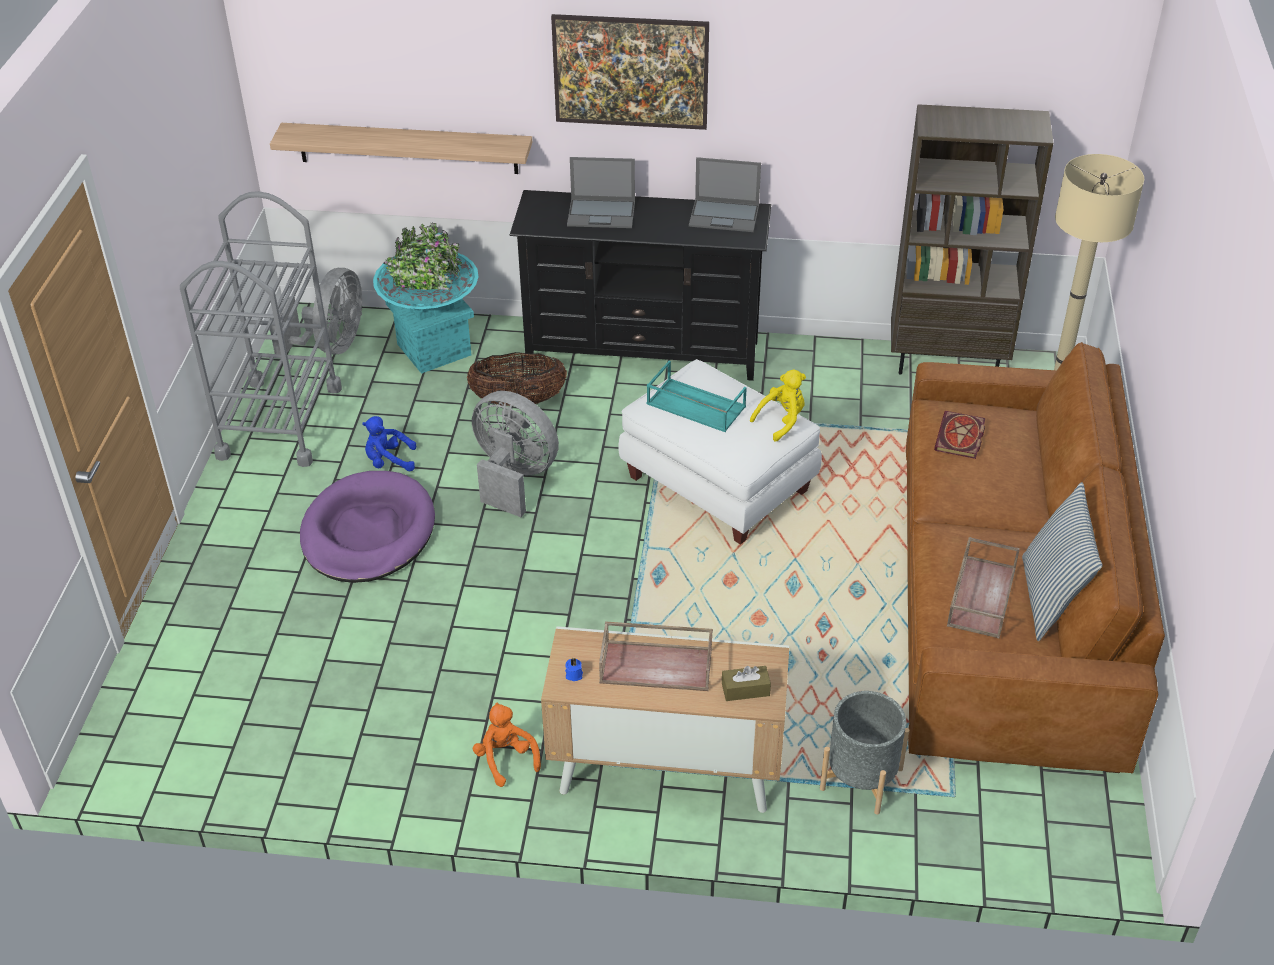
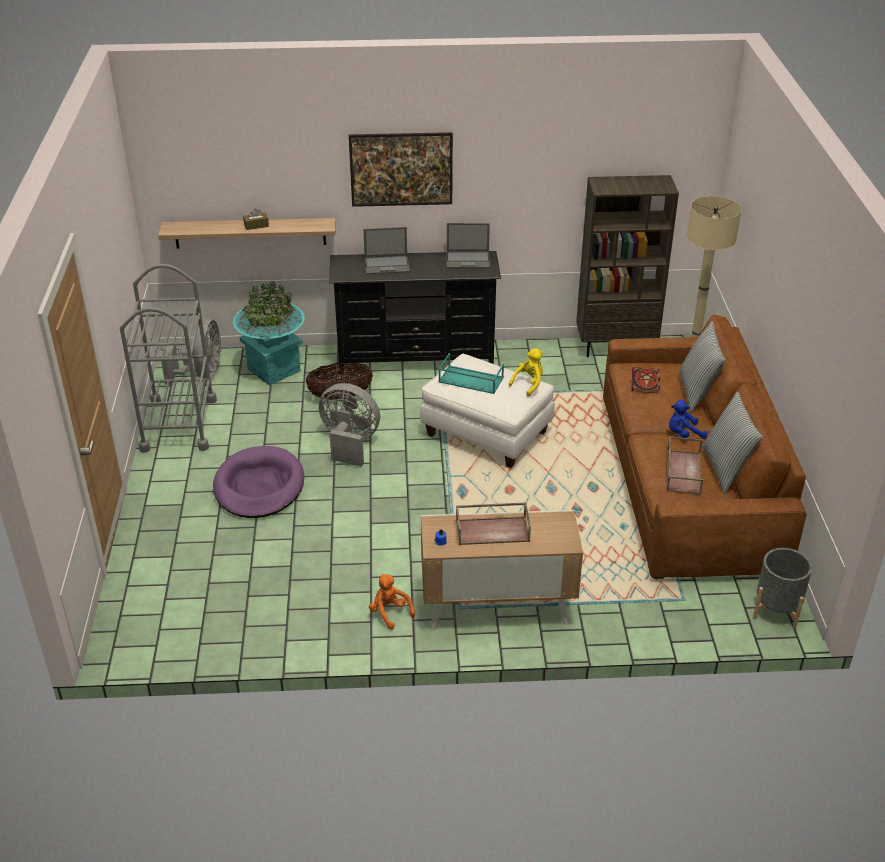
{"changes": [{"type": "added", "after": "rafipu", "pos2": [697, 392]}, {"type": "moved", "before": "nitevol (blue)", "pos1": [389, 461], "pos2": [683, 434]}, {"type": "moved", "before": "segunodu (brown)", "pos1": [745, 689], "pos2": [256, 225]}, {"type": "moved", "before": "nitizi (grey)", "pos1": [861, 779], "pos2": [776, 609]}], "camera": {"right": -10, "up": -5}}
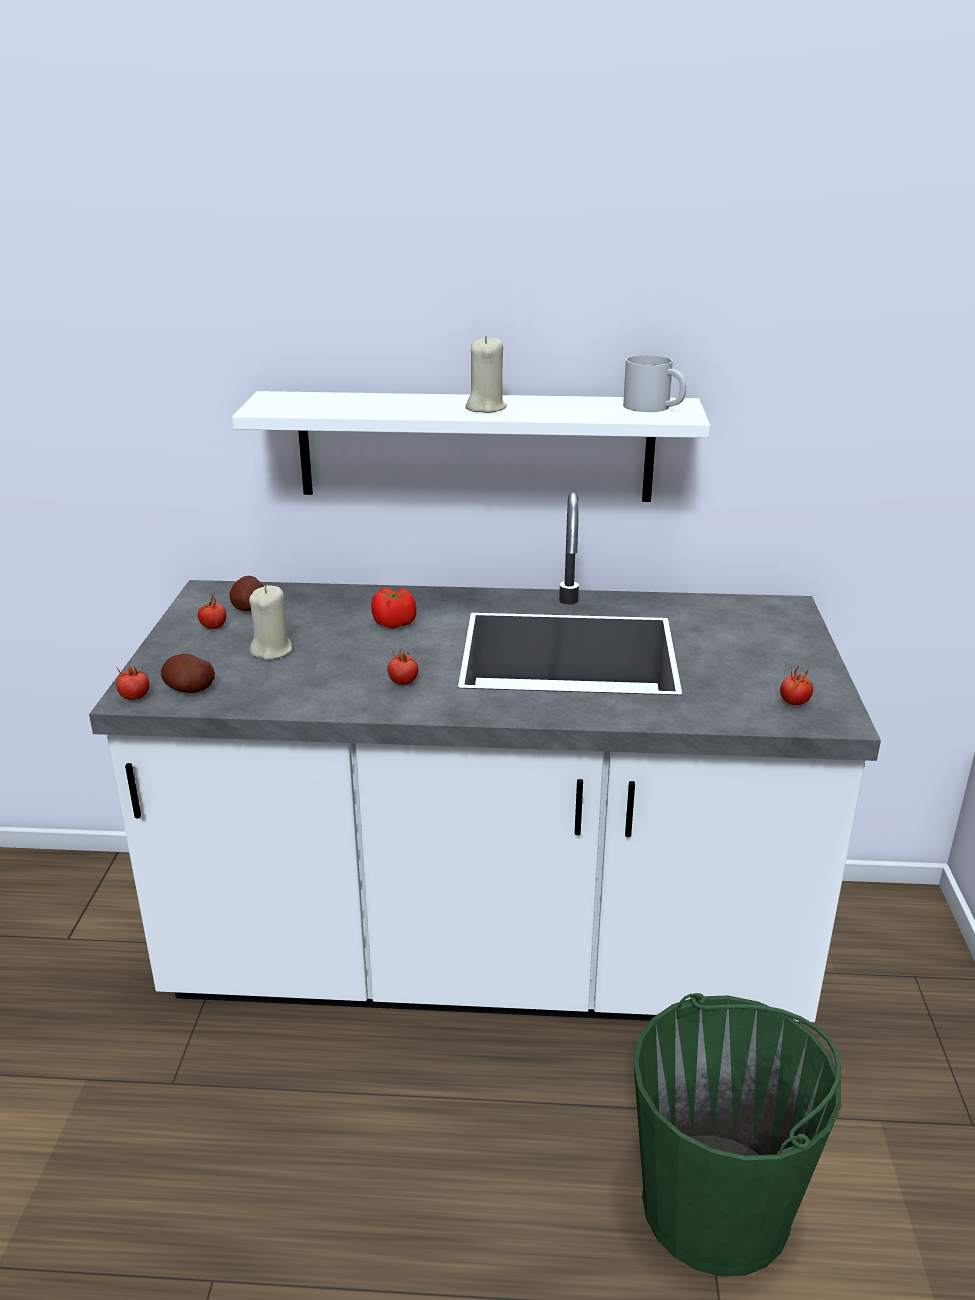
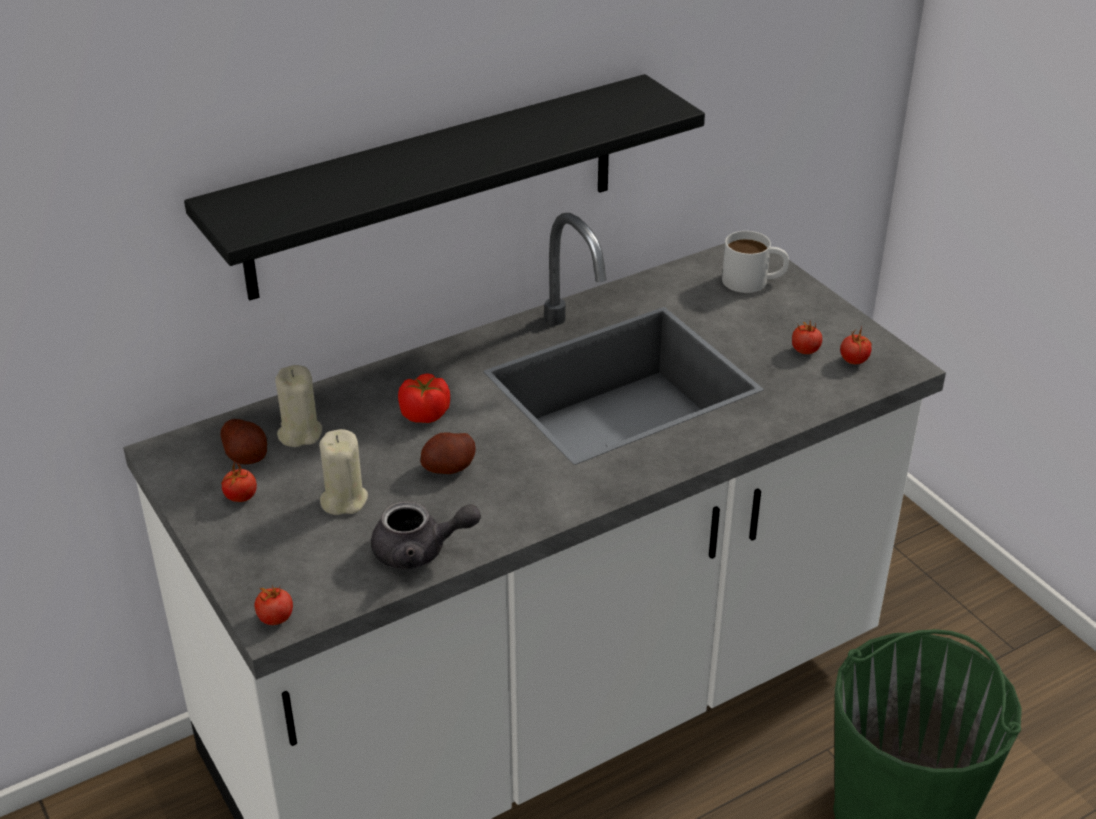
{"changes": [{"type": "added", "after": "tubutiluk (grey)", "pos2": [420, 551]}, {"type": "moved", "before": "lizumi", "pos1": [189, 689], "pos2": [449, 468]}, {"type": "moved", "before": "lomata", "pos1": [403, 682], "pos2": [805, 350]}, {"type": "moved", "before": "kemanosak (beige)", "pos1": [486, 408], "pos2": [299, 433]}, {"type": "moved", "before": "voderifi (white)", "pos1": [654, 407], "pos2": [754, 281]}, {"type": "recoloured", "before": "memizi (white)", "after": "memizi (black)", "pos1": [475, 446], "pos2": [434, 187]}], "camera": {"right": -35, "up": 10}}
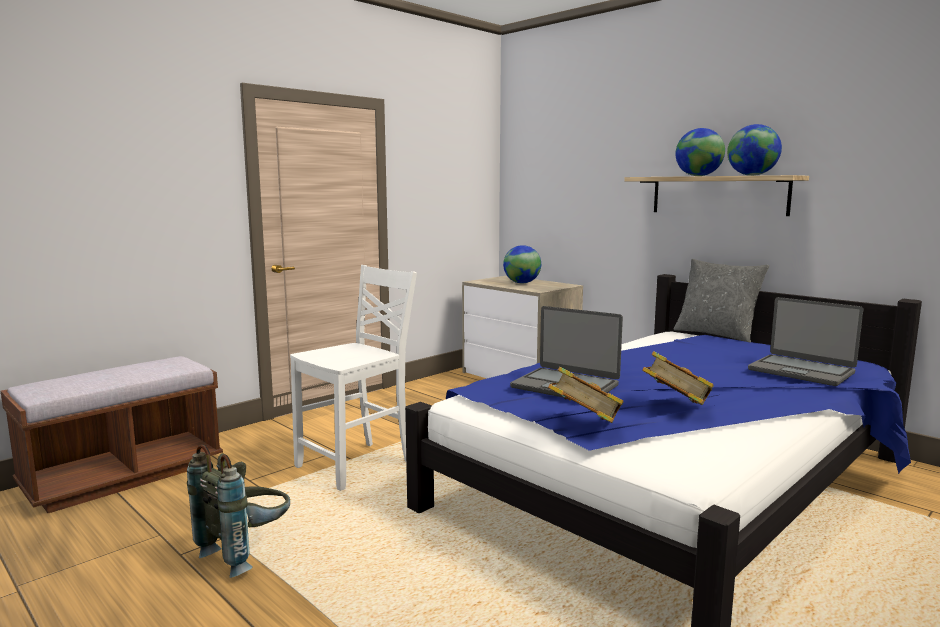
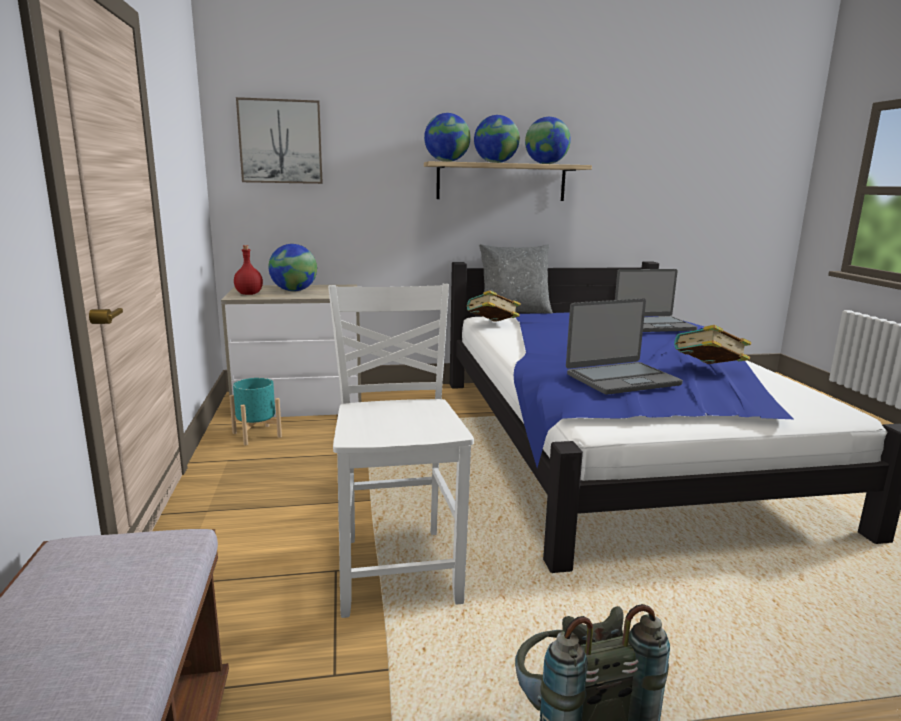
{"changes": [{"type": "added", "after": "nitizi (turquoise)", "pos2": [256, 435]}, {"type": "added", "after": "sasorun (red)", "pos2": [248, 294]}, {"type": "added", "after": "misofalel", "pos2": [280, 142]}, {"type": "added", "after": "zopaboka", "pos2": [447, 161]}, {"type": "moved", "before": "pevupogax", "pos1": [584, 425], "pos2": [492, 325]}], "camera": {"right": -55, "up": 5}}
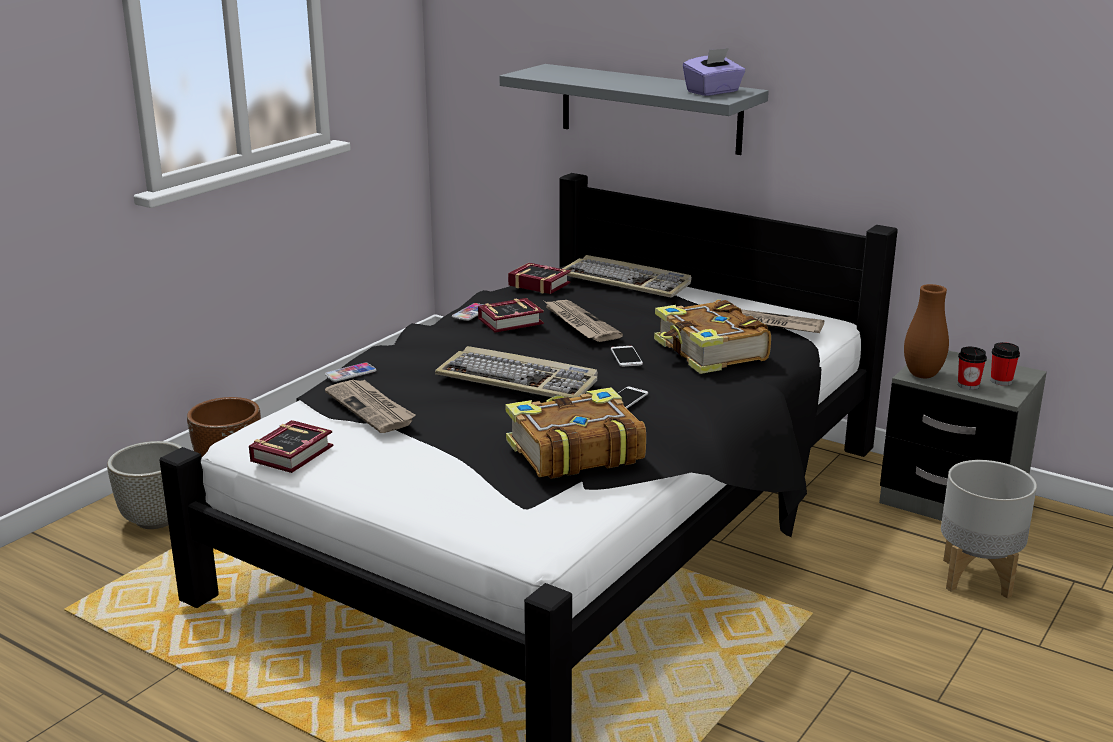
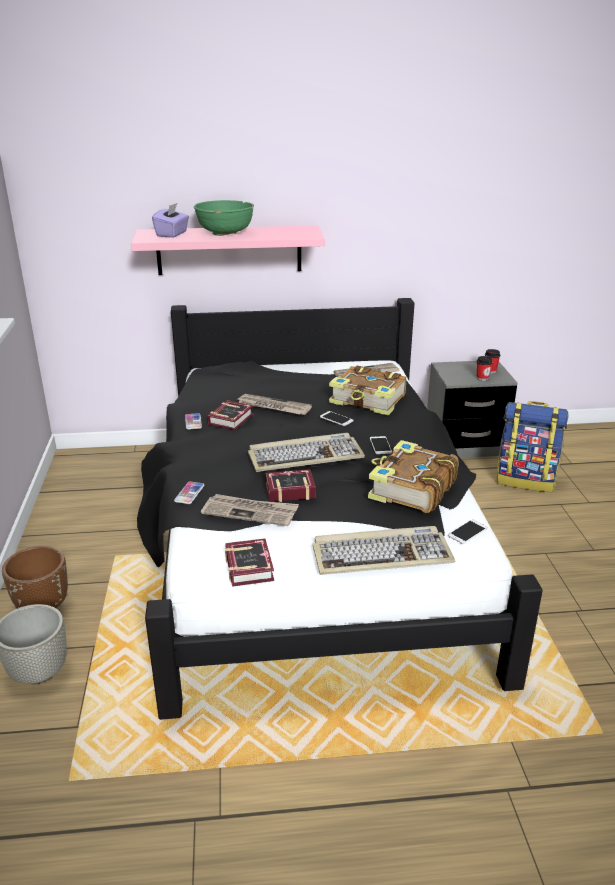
{"changes": [{"type": "removed", "before": "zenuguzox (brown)", "pos1": [922, 375]}, {"type": "added", "after": "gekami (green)", "pos2": [225, 233]}, {"type": "added", "after": "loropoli", "pos2": [467, 532]}, {"type": "moved", "before": "pevupogax", "pos1": [538, 283], "pos2": [288, 490]}, {"type": "moved", "before": "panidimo", "pos1": [627, 281], "pos2": [382, 554]}, {"type": "moved", "before": "segunodu (purple)", "pos1": [713, 92], "pos2": [172, 234]}, {"type": "replaced", "before": "nitizi (grey)", "after": "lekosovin", "pos1": [977, 578], "pos2": [525, 480]}, {"type": "recoloured", "before": "memizi (grey)", "after": "memizi (pink)", "pos1": [650, 108], "pos2": [229, 250]}], "camera": {"right": -40, "up": 5}}
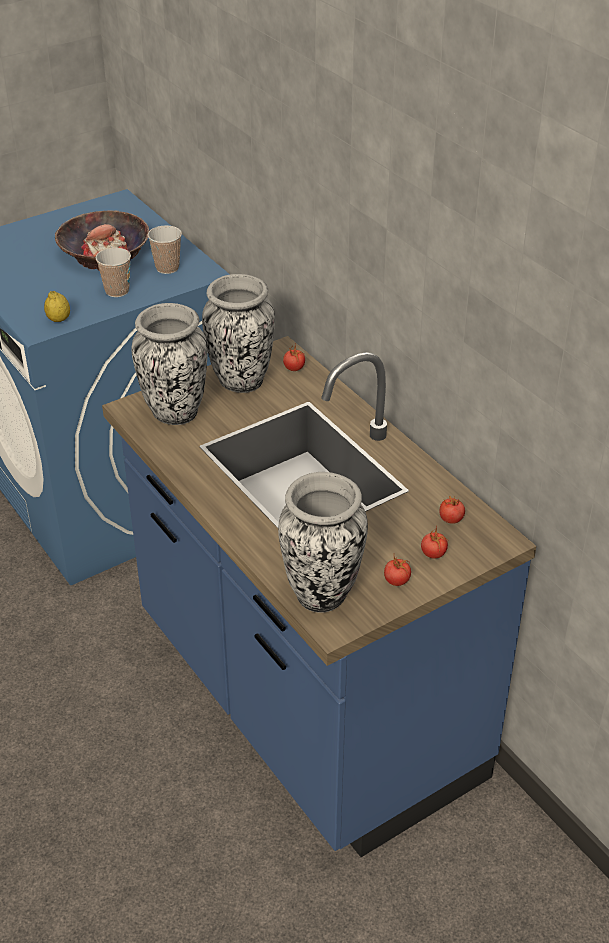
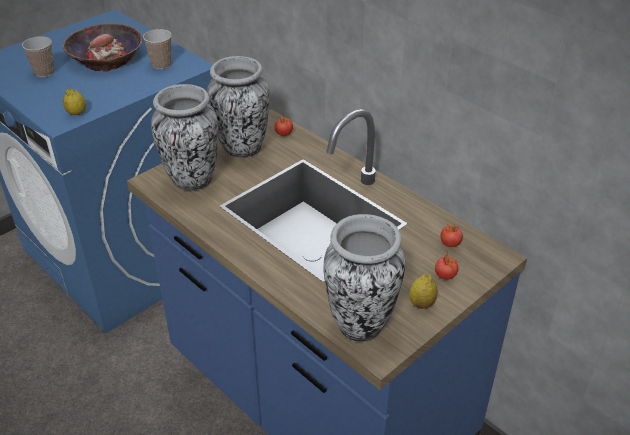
{"changes": [{"type": "moved", "before": "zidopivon", "pos1": [117, 291], "pos2": [44, 72]}, {"type": "replaced", "before": "lomata", "after": "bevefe", "pos1": [397, 581], "pos2": [422, 304]}], "camera": {"right": -10, "up": 0}}
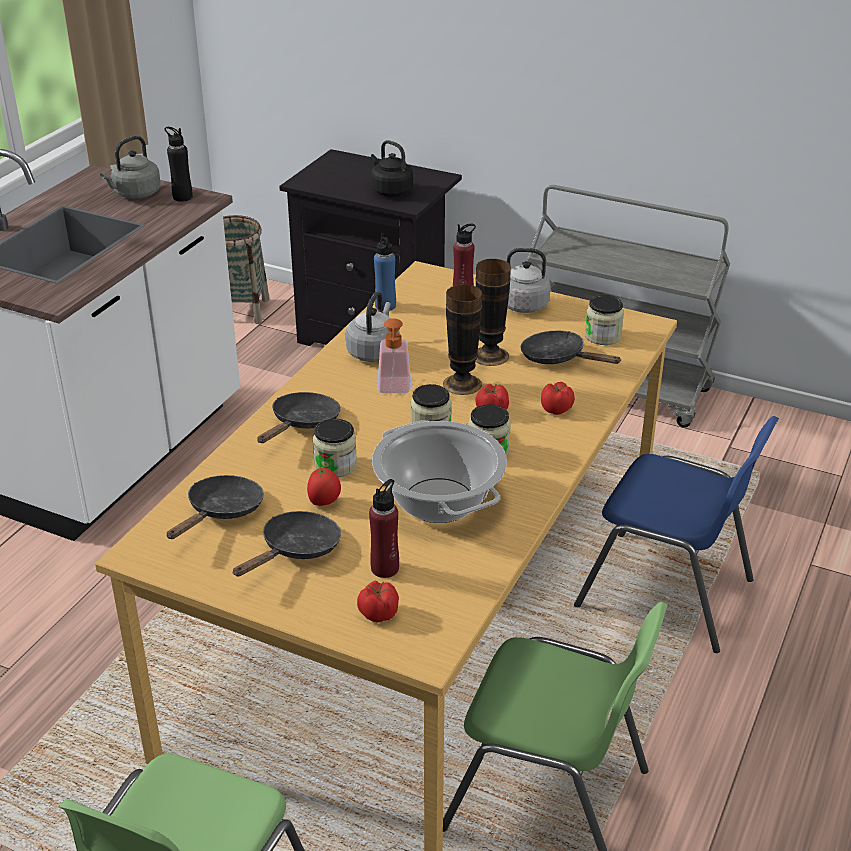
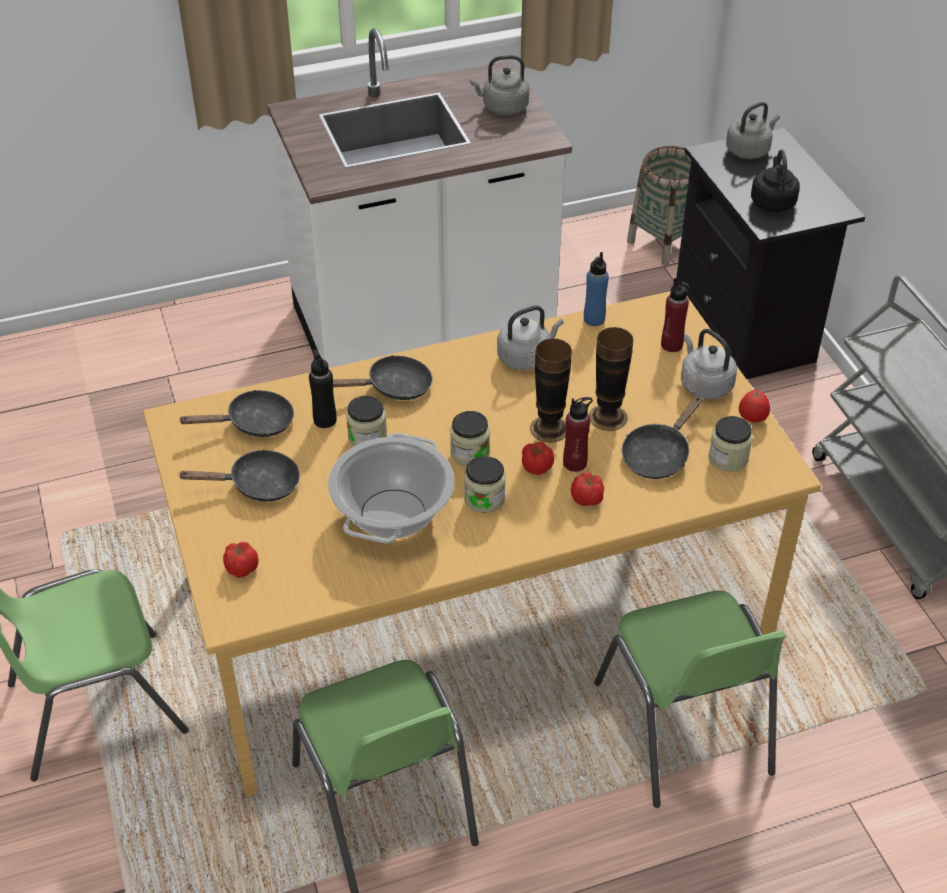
{"changes": [{"type": "removed", "before": "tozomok", "pos1": [394, 390]}, {"type": "added", "after": "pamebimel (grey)", "pos2": [749, 150]}, {"type": "moved", "before": "sasorun (black)", "pos1": [182, 197], "pos2": [325, 420]}, {"type": "moved", "before": "lomata", "pos1": [324, 502], "pos2": [752, 419]}, {"type": "moved", "before": "sasorun (red)", "pos1": [385, 568], "pos2": [575, 463]}, {"type": "recoloured", "before": "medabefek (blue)", "after": "medabefek (green)", "pos1": [667, 594], "pos2": [684, 730]}, {"type": "turned", "before": "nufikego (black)", "pos1": [558, 358], "pos2": [658, 454], "turn": -135}], "camera": {"right": 45, "up": 10}}
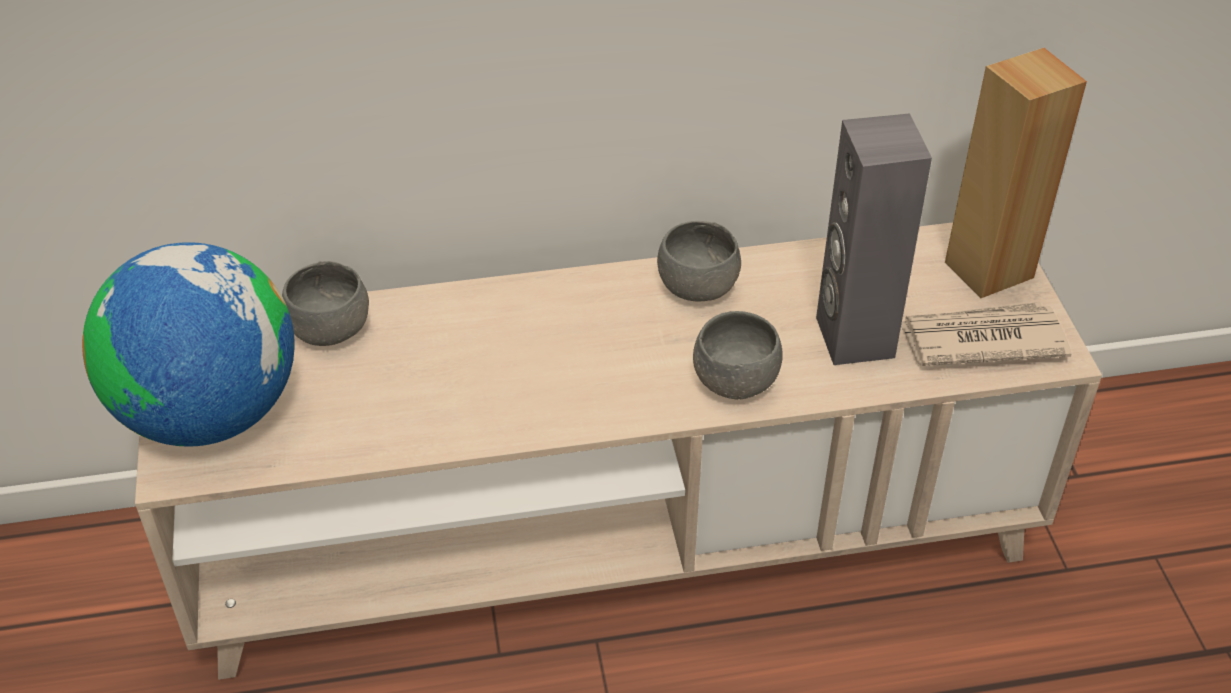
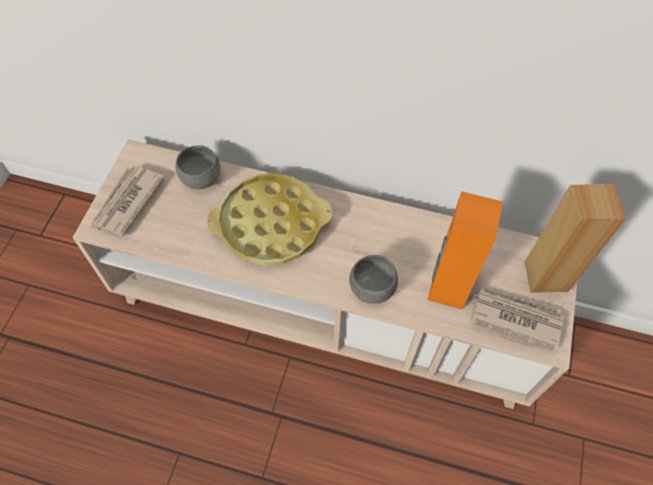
{"changes": [{"type": "removed", "before": "gekami (grey)", "pos1": [698, 287]}, {"type": "added", "after": "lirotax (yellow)", "pos2": [270, 224]}, {"type": "replaced", "before": "zopaboka", "after": "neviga", "pos1": [210, 413], "pos2": [126, 203]}, {"type": "recoloured", "before": "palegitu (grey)", "after": "palegitu (orange)", "pos1": [853, 337], "pos2": [447, 288]}], "camera": {"right": 25, "up": 15}}
